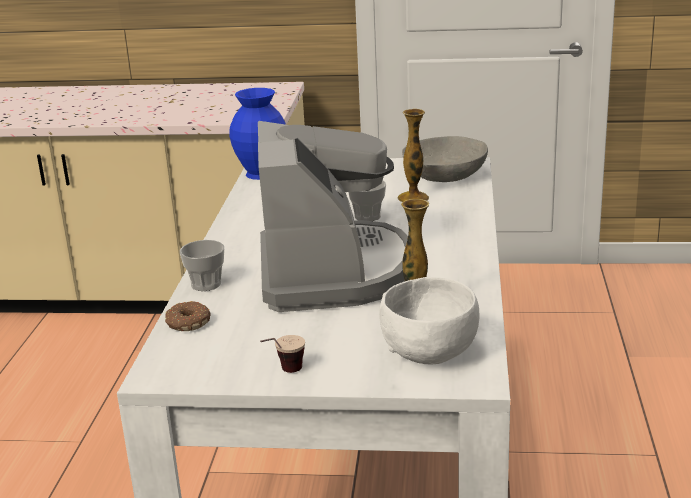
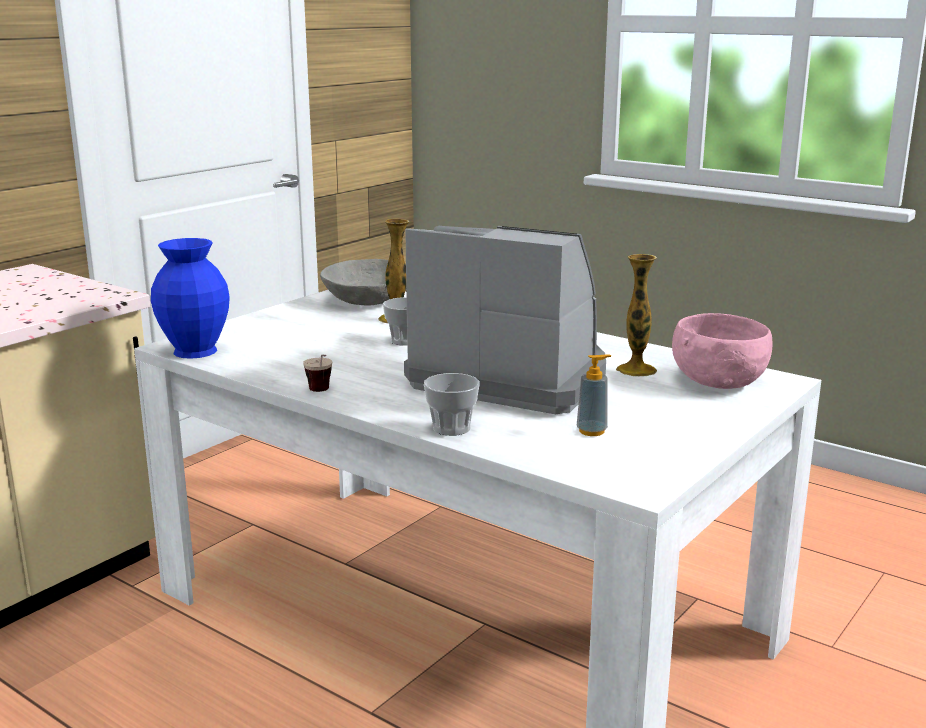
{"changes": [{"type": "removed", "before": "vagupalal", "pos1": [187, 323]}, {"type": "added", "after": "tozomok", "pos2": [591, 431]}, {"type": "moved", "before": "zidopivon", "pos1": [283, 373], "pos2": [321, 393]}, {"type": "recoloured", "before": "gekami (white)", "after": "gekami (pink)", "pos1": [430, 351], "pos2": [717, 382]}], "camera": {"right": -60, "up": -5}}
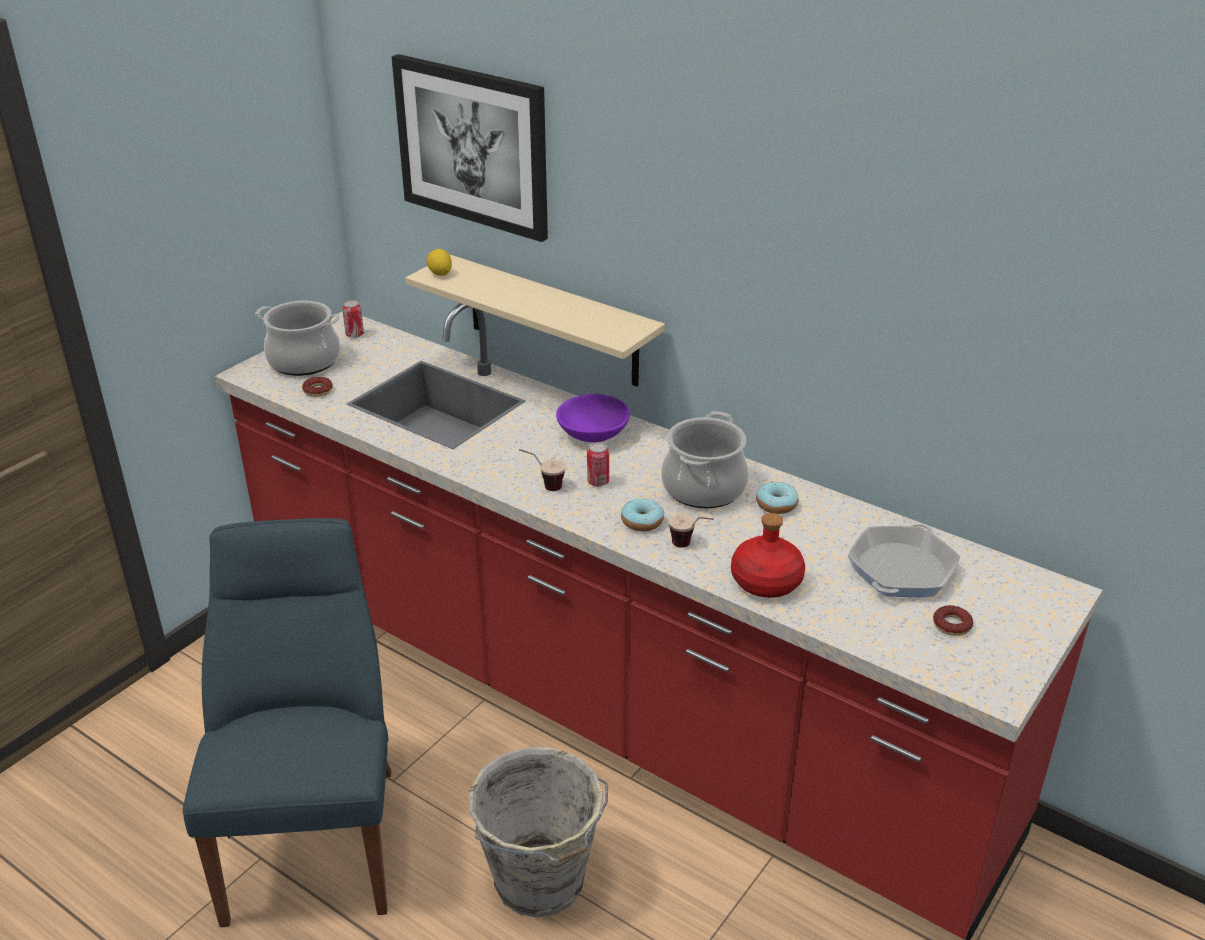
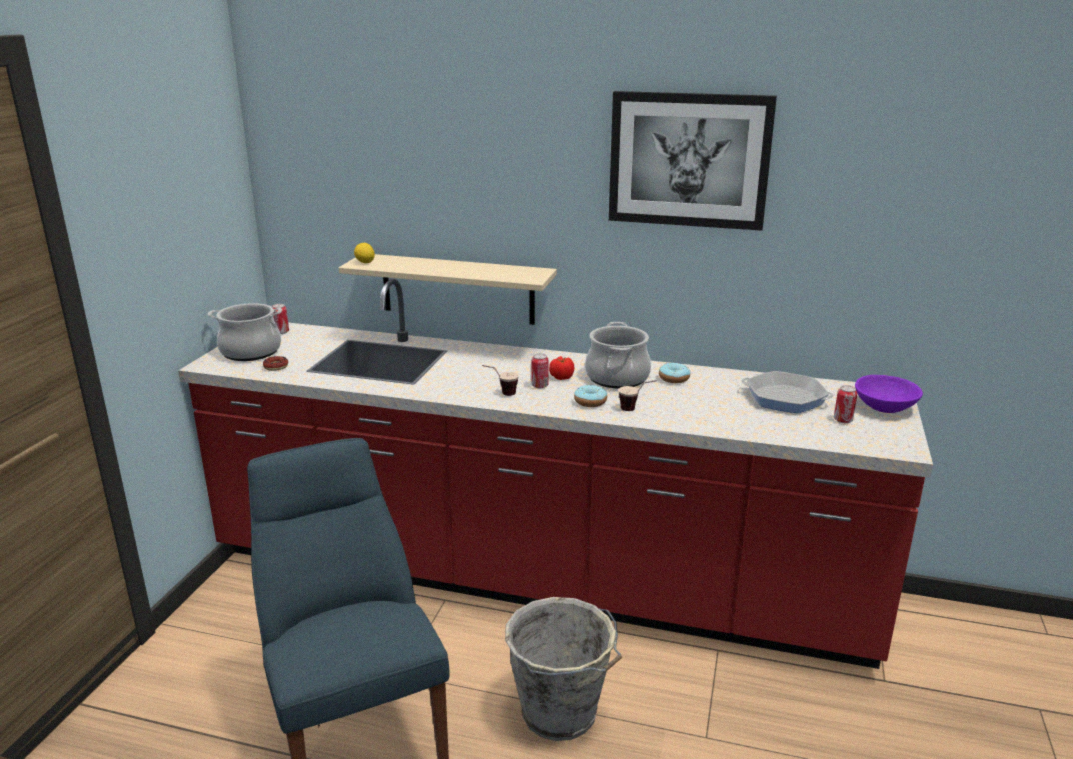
{"changes": [{"type": "removed", "before": "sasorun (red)", "pos1": [767, 581]}, {"type": "added", "after": "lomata", "pos2": [561, 377]}, {"type": "moved", "before": "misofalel", "pos1": [473, 146], "pos2": [689, 160]}, {"type": "moved", "before": "gekami (purple)", "pos1": [593, 434], "pos2": [885, 408]}, {"type": "replaced", "before": "vagupalal", "after": "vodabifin", "pos1": [952, 625], "pos2": [843, 420]}, {"type": "turned", "before": "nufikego", "pos1": [901, 569], "pos2": [785, 398], "turn": -75}], "camera": {"right": -20, "up": -10}}
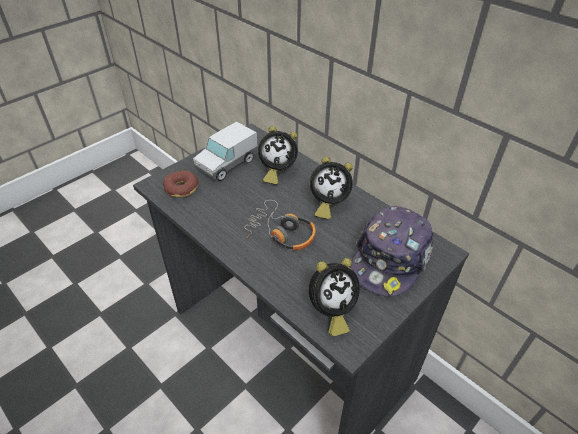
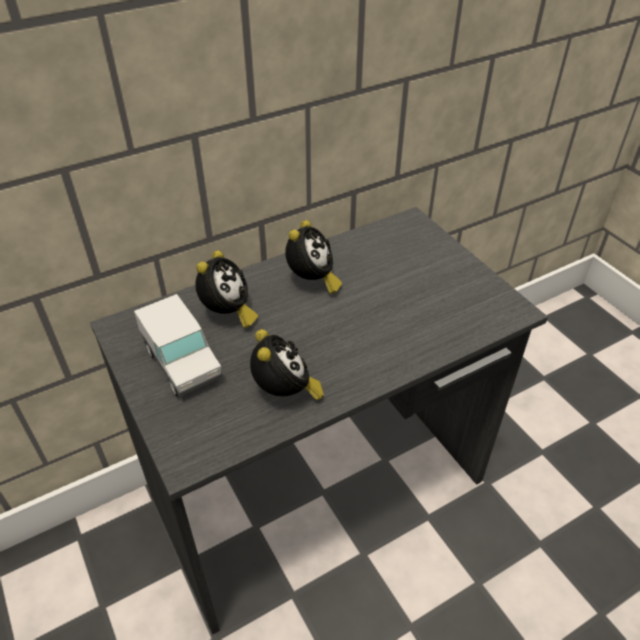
{"changes": [{"type": "removed", "before": "vagupalal", "pos1": [181, 188]}, {"type": "removed", "before": "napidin", "pos1": [281, 233]}, {"type": "removed", "before": "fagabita", "pos1": [390, 259]}, {"type": "moved", "before": "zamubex", "pos1": [331, 311], "pos2": [285, 393]}], "camera": {"right": -75, "up": 0}}
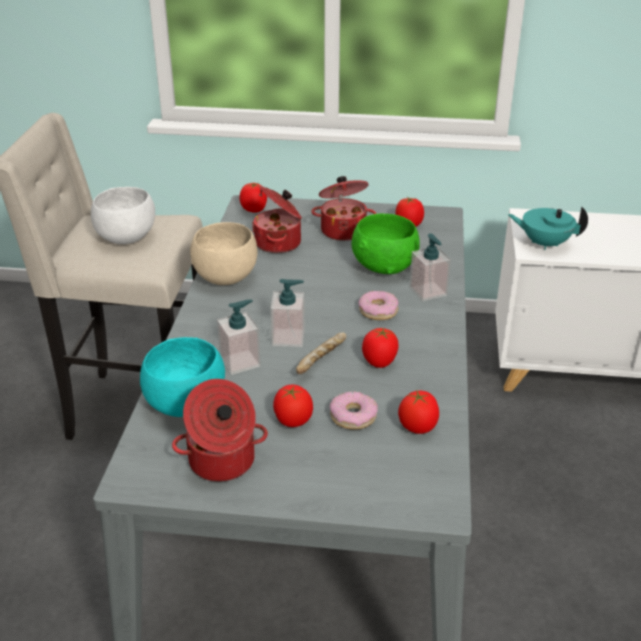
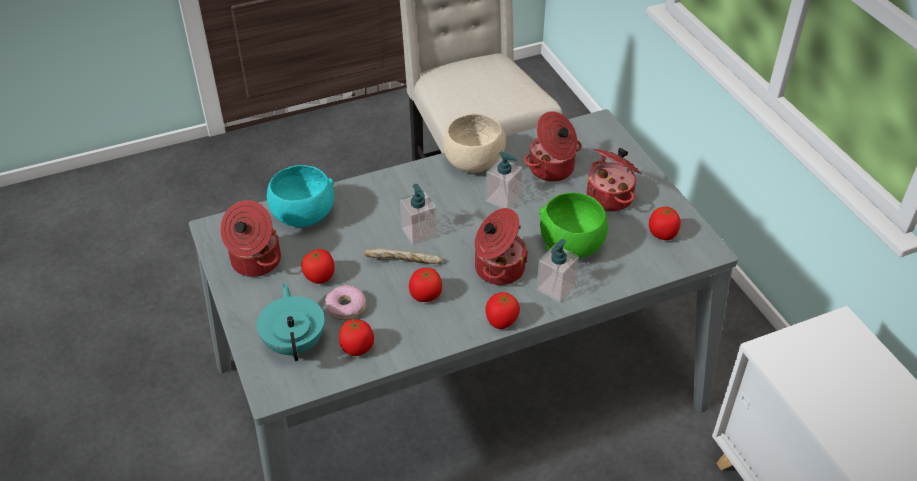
{"changes": [{"type": "removed", "before": "gekami (white)", "pos1": [126, 238]}, {"type": "moved", "before": "tozomok", "pos1": [240, 362], "pos2": [503, 199]}, {"type": "moved", "before": "lomata", "pos1": [254, 210], "pos2": [501, 321]}, {"type": "moved", "before": "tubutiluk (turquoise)", "pos1": [544, 243], "pos2": [295, 343]}, {"type": "replaced", "before": "vagupalal", "after": "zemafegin", "pos1": [378, 311], "pos2": [498, 268]}], "camera": {"right": 60, "up": 10}}
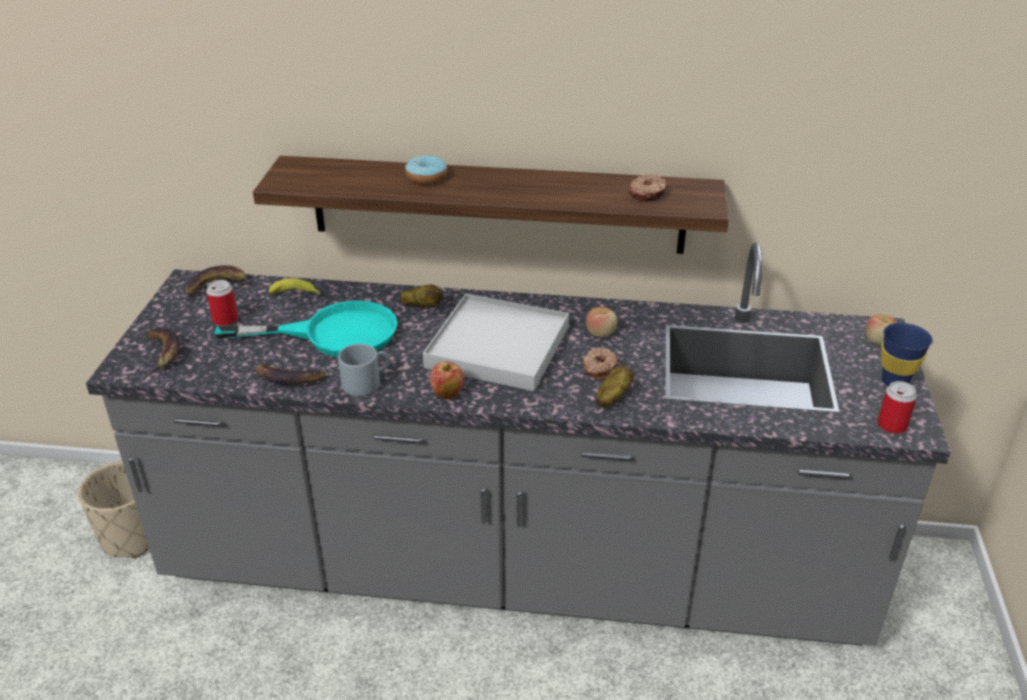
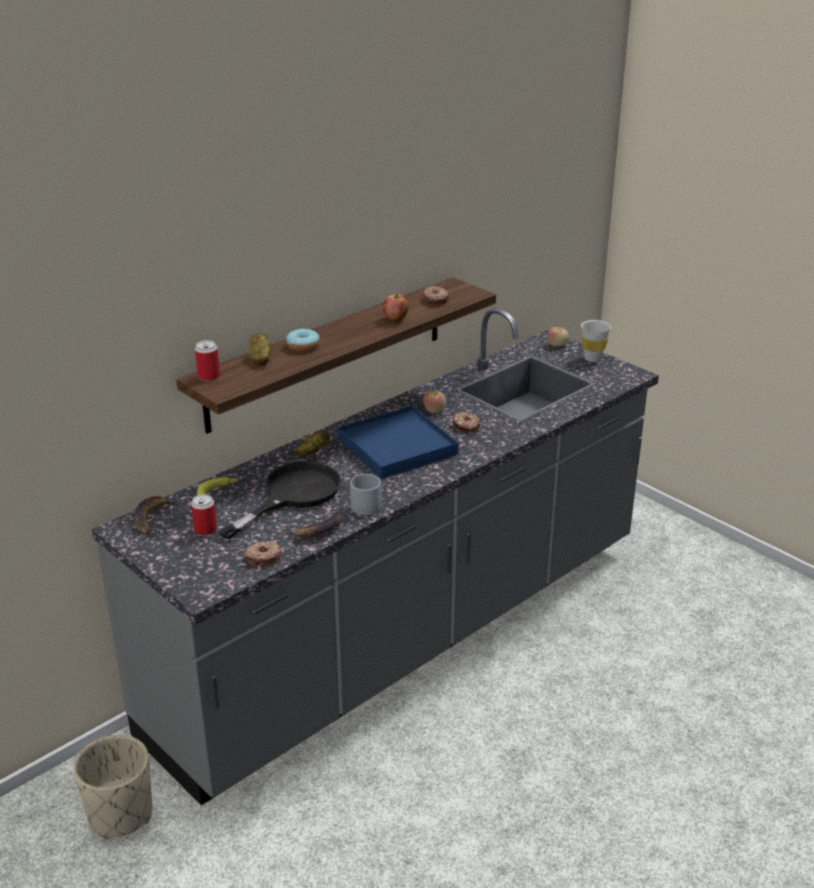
{"changes": [{"type": "removed", "before": "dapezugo", "pos1": [163, 353]}, {"type": "added", "after": "vagupalal", "pos2": [263, 557]}, {"type": "moved", "before": "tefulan", "pos1": [447, 394], "pos2": [395, 319]}, {"type": "moved", "before": "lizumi", "pos1": [612, 398], "pos2": [260, 359]}, {"type": "moved", "before": "vodabifin", "pos1": [891, 426], "pos2": [208, 377]}, {"type": "recoloured", "before": "nufikego (turquoise)", "after": "nufikego (black)", "pos1": [333, 334], "pos2": [292, 495]}, {"type": "recoloured", "before": "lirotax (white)", "after": "lirotax (blue)", "pos1": [498, 347], "pos2": [398, 446]}, {"type": "recoloured", "before": "zidopivon (blue)", "after": "zidopivon (white)", "pos1": [894, 381], "pos2": [592, 358]}], "camera": {"right": -50, "up": -5}}
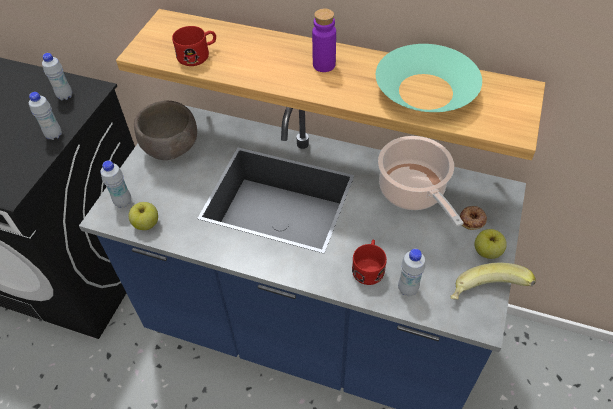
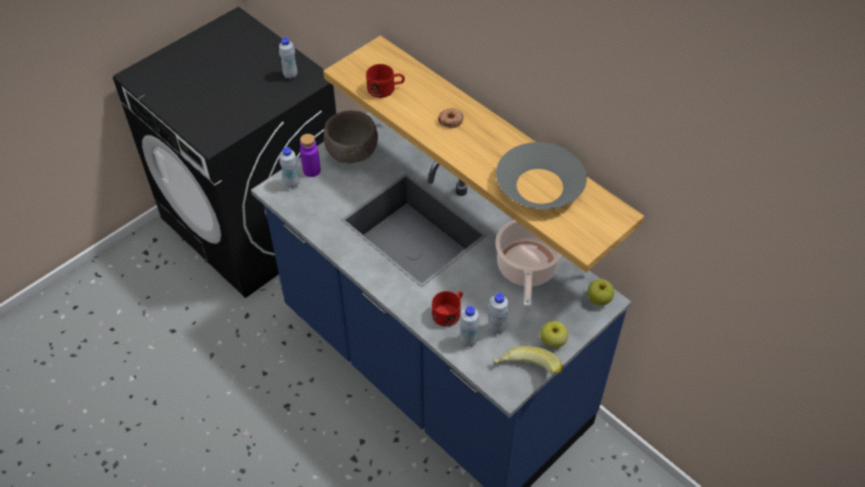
{"changes": [{"type": "moved", "before": "sasorun (white)", "pos1": [54, 135], "pos2": [496, 328]}, {"type": "moved", "before": "tefulan", "pos1": [146, 224], "pos2": [599, 299]}, {"type": "moved", "before": "sasorun (purple)", "pos1": [324, 65], "pos2": [311, 170]}, {"type": "moved", "before": "vagupalal", "pos1": [472, 219], "pos2": [451, 120]}, {"type": "recoloured", "before": "gekami (turquoise)", "after": "gekami (grey)", "pos1": [425, 91], "pos2": [539, 185]}], "camera": {"right": 25, "up": 0}}
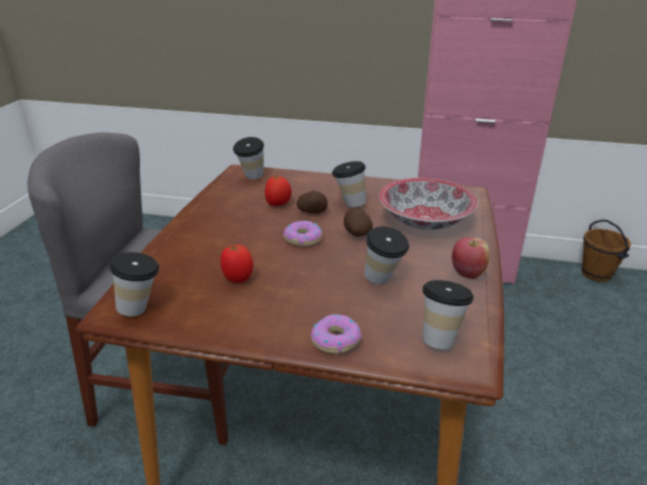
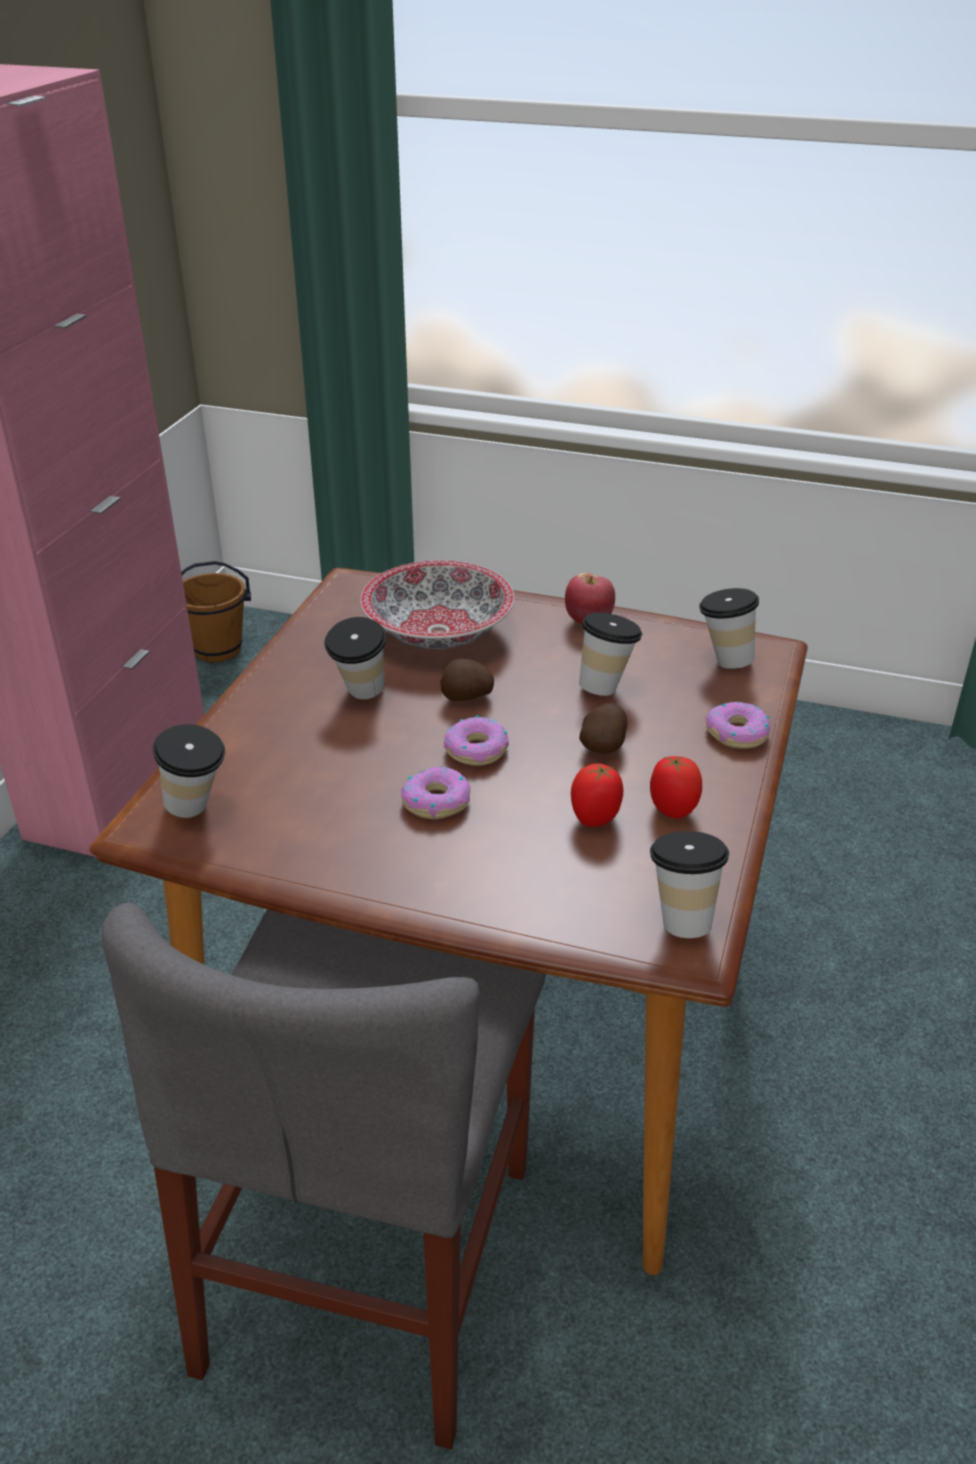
{"changes": [{"type": "added", "after": "vagupalal", "pos2": [436, 801]}, {"type": "moved", "before": "lomata", "pos1": [278, 204], "pos2": [673, 809]}, {"type": "moved", "before": "lizumi", "pos1": [312, 212], "pos2": [604, 745]}], "camera": {"right": -85, "up": 5}}
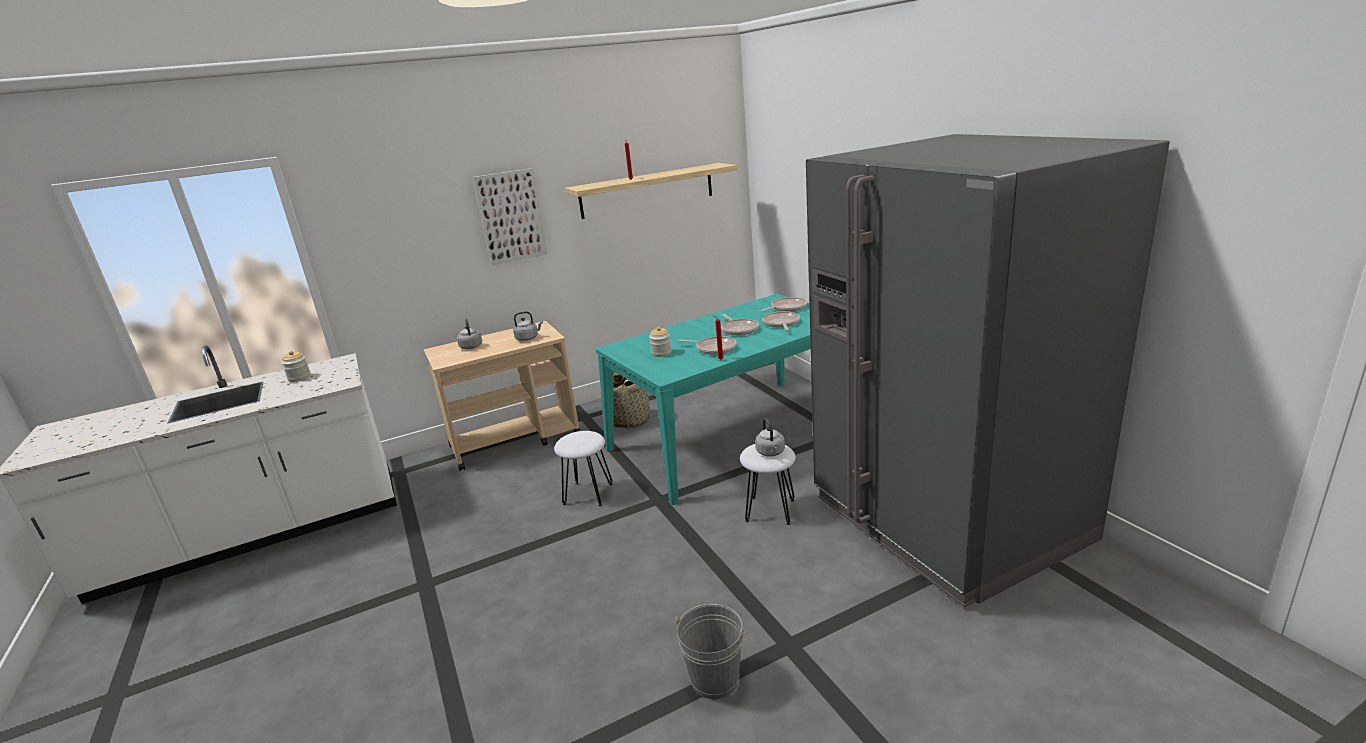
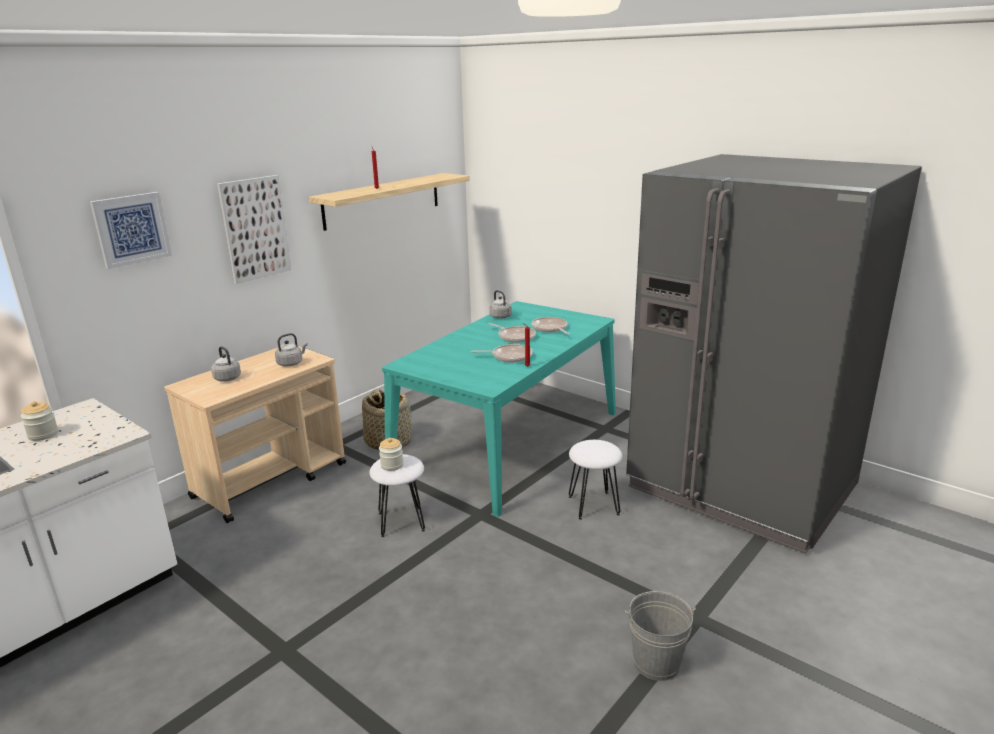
{"changes": [{"type": "removed", "before": "nufikego", "pos1": [786, 308]}, {"type": "added", "after": "misofalel", "pos2": [131, 229]}, {"type": "moved", "before": "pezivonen", "pos1": [661, 353], "pos2": [392, 465]}, {"type": "moved", "before": "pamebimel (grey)", "pos1": [771, 453], "pos2": [501, 317]}], "camera": {"right": -25, "up": 0}}
